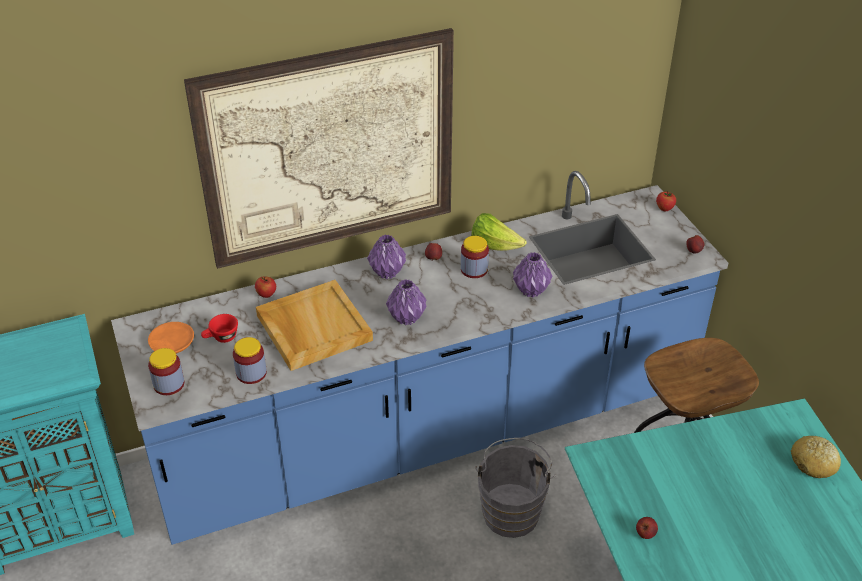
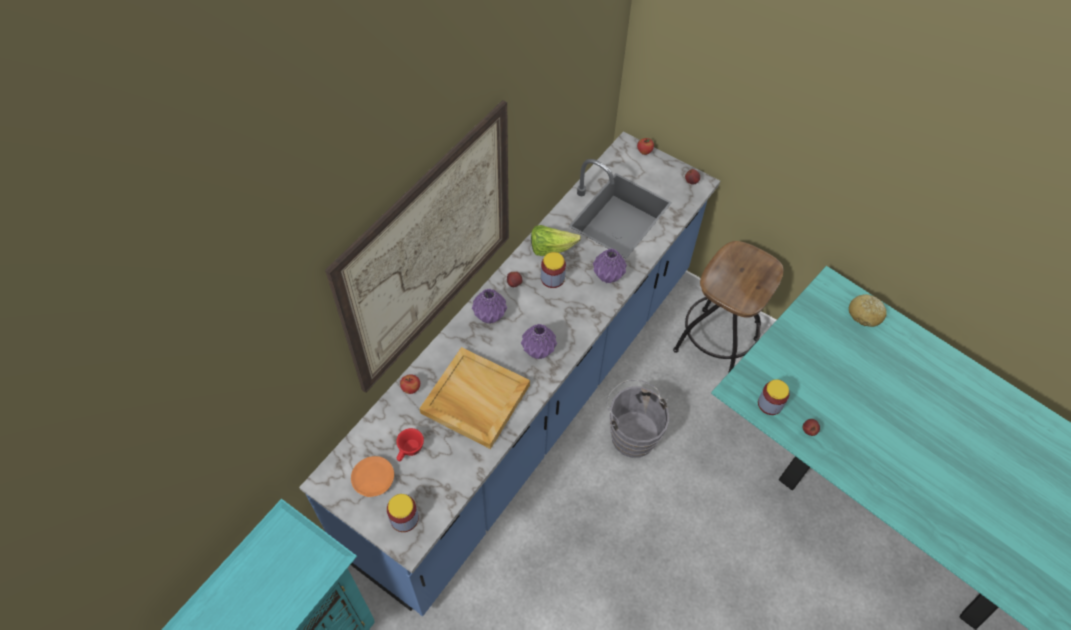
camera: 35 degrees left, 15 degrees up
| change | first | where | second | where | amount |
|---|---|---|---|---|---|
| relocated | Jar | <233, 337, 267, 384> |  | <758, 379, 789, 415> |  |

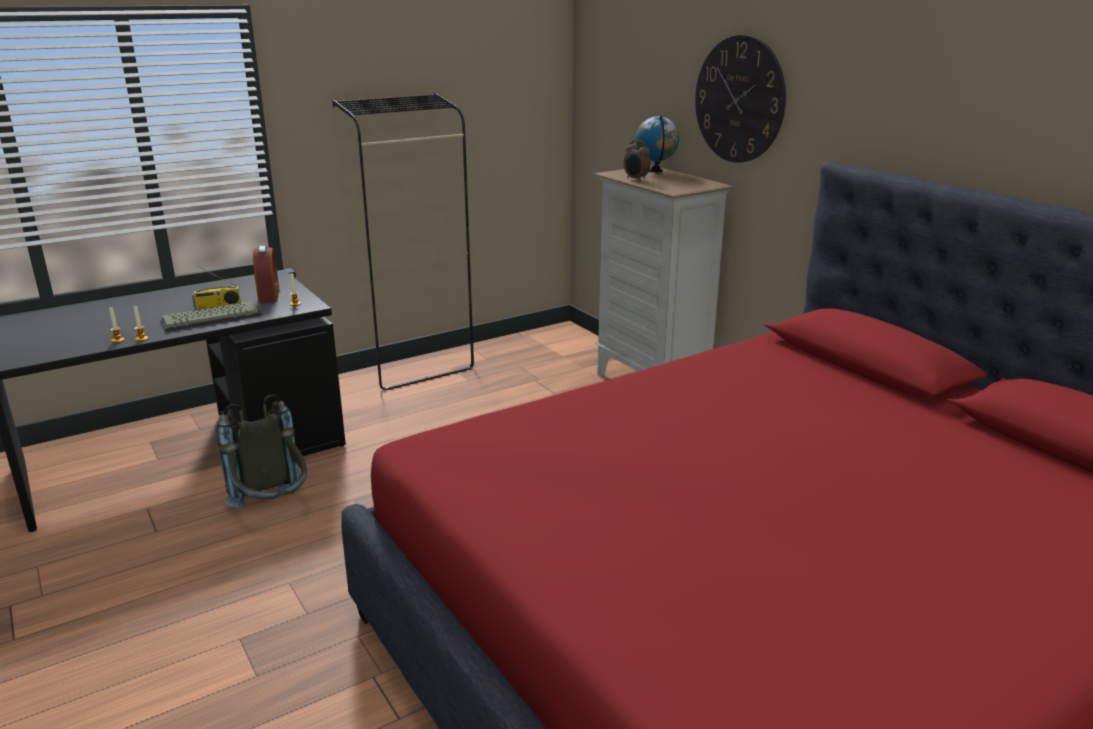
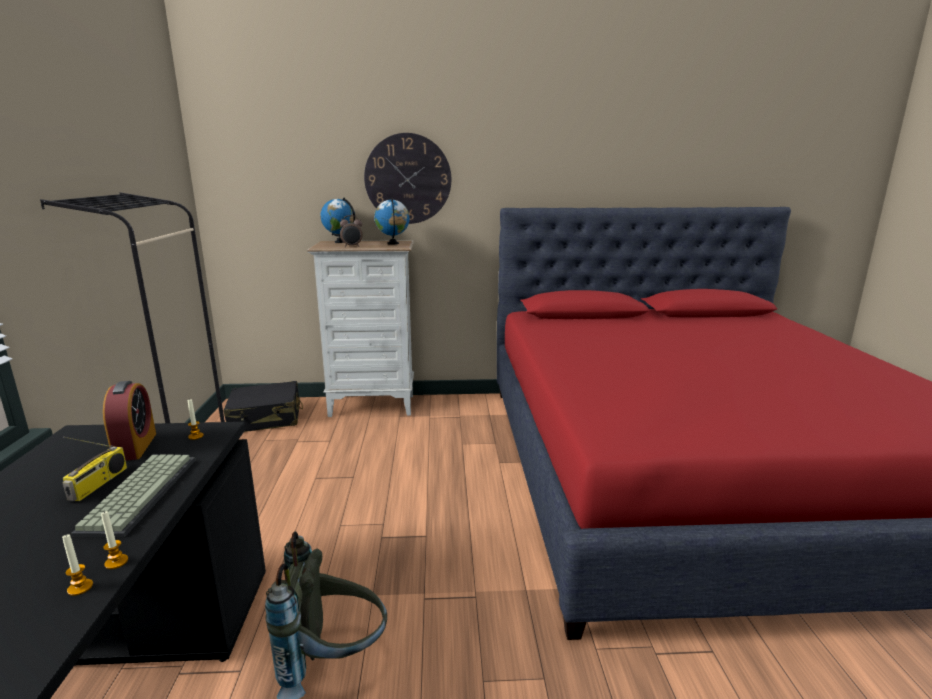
camera: 60 degrees left, 5 degrees down
| change | first | where | second | where | amount |
|---|---|---|---|---|---|
| spun | AlarmClock | <253, 245, 279, 303> |  | <103, 381, 156, 461> | 60 degrees clockwise |
| appeared |  |  | BlackSuitcase | <224, 381, 303, 432> |  |
| appeared |  |  | Globe | <374, 198, 410, 245> |  |

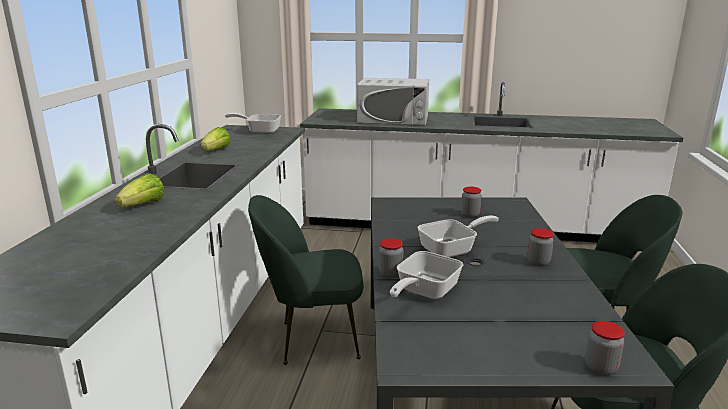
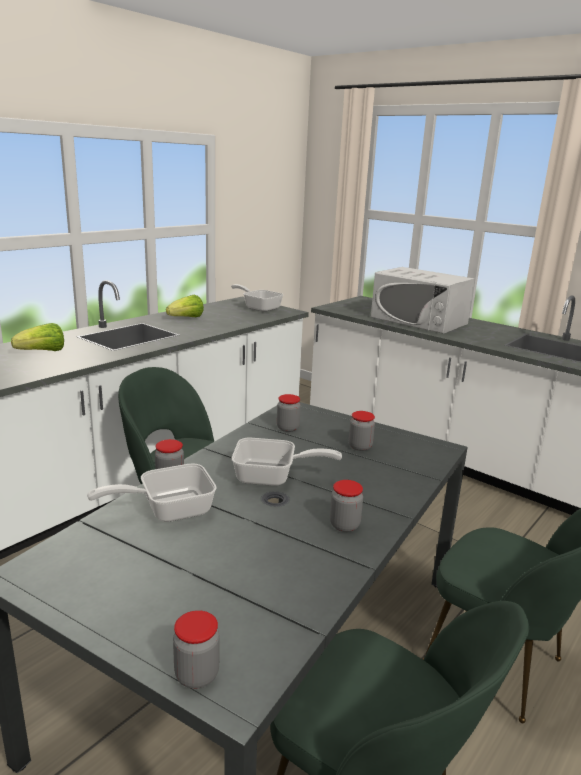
camera: 30 degrees right, 0 degrees up
| change | first | where | second | where | amount |
|---|---|---|---|---|---|
| appeared |  |  | Jar | <277, 394, 301, 432> |  |

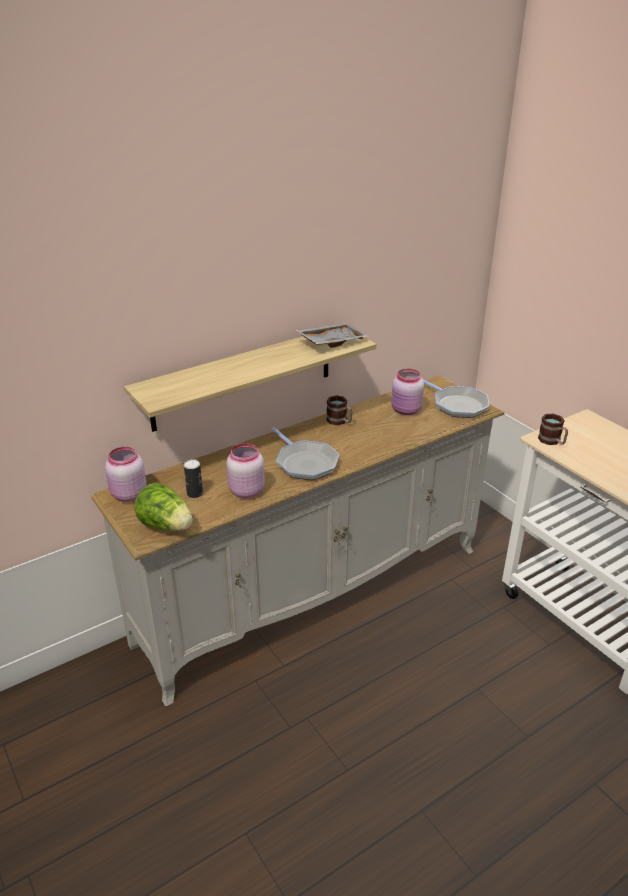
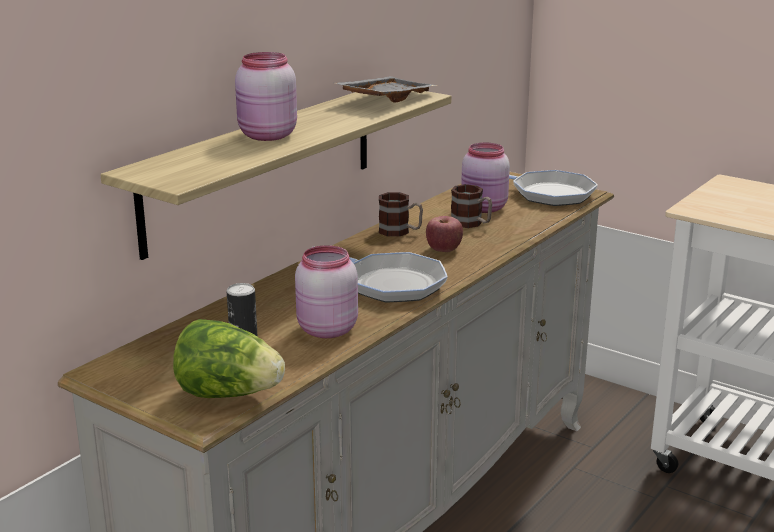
camera: 20 degrees left, 10 degrees down
| change | first | where | second | where | amount |
|---|---|---|---|---|---|
| relocated | PinkJar | <105, 447, 146, 502> |  | <235, 52, 297, 141> |  |
| appeared |  |  | Apple | <426, 216, 463, 252> |  |
| relocated | Mug | <538, 414, 568, 445> |  | <451, 184, 492, 228> |  |

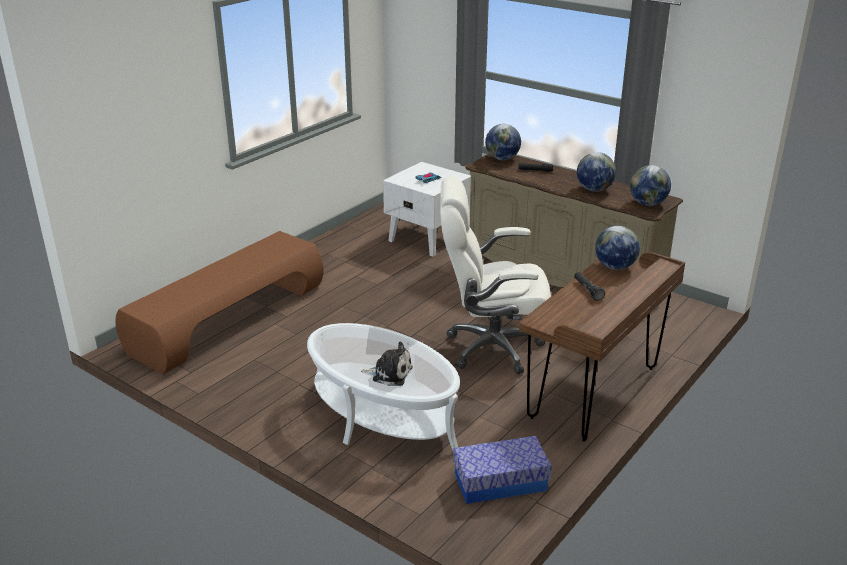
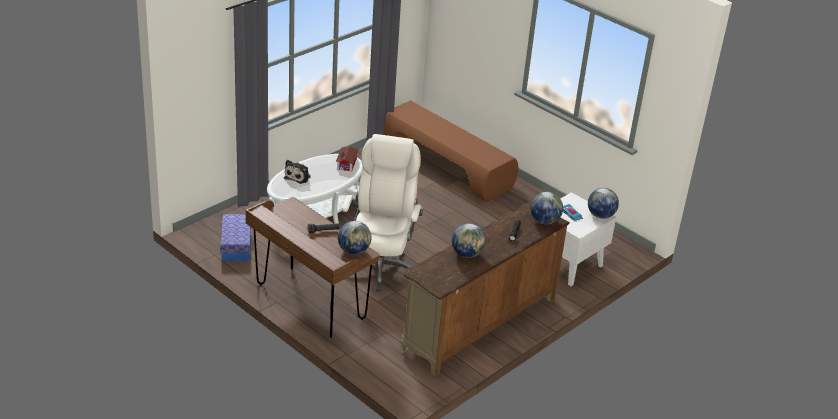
camera: 95 degrees right, 5 degrees up
| change | first | where | second | where | amount |
|---|---|---|---|---|---|
| appeared |  |  | ToyHouse | <336, 146, 359, 171> |  |
| relocated | Globe | <630, 165, 671, 206> |  | <588, 188, 619, 219> |  |

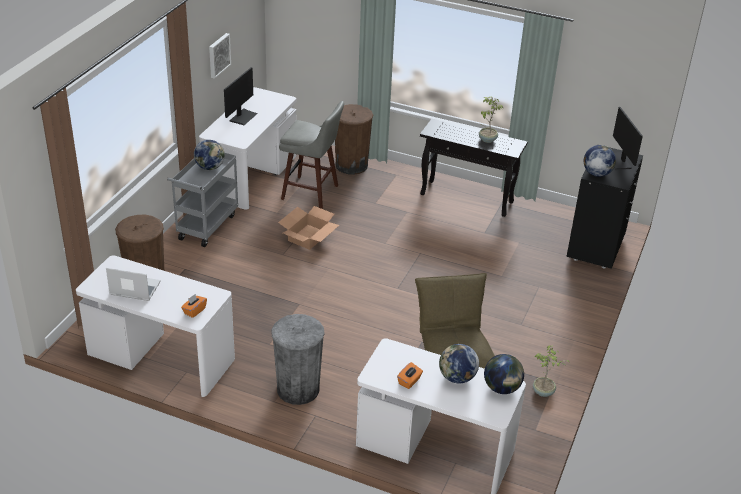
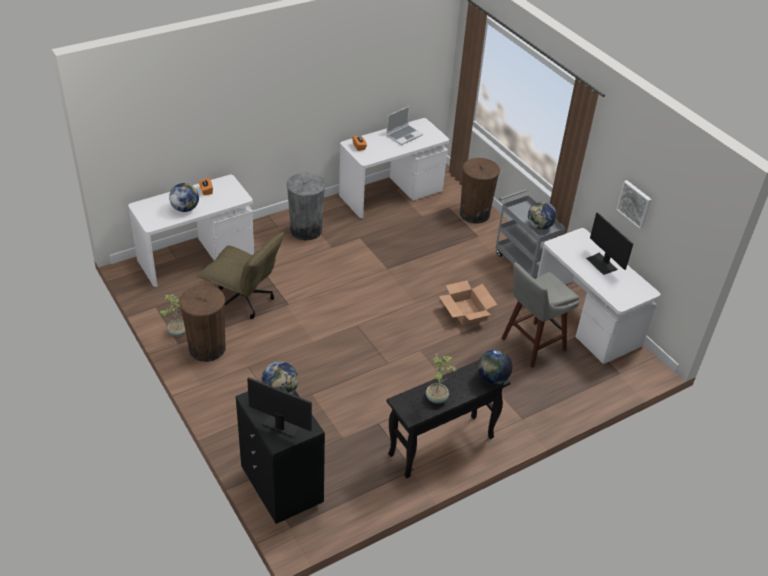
camera: 125 degrees right, 5 degrees up
| change | first | where | second | where | amount |
|---|---|---|---|---|---|
| relocated | BrownTrashCan | <335, 104, 373, 175> |  | <179, 285, 226, 362> |  |
| relocated | Globe | <484, 354, 524, 394> |  | <478, 350, 512, 384> |  |

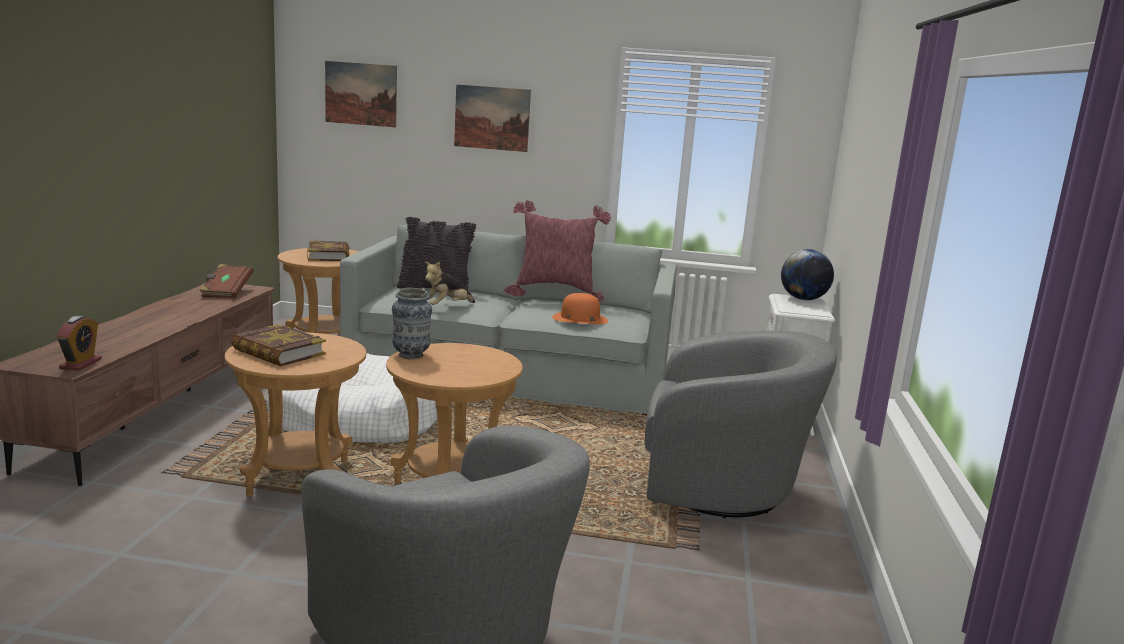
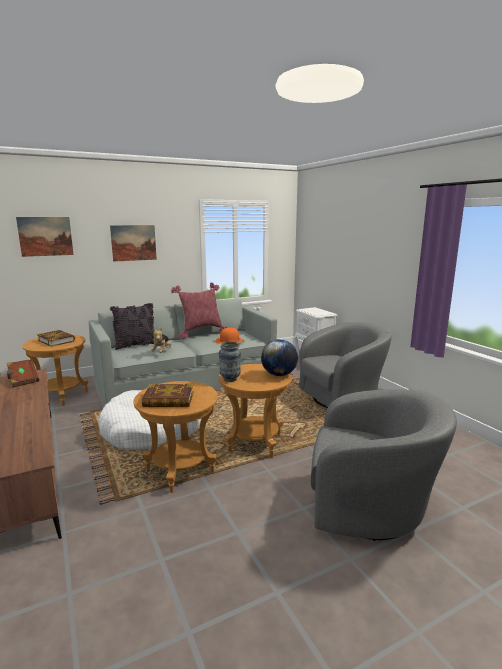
camera: 35 degrees left, 0 degrees up
| change | first | where | second | where | amount |
|---|---|---|---|---|---|
| relocated | Globe | <781, 249, 834, 300> |  | <261, 339, 298, 376> |  |
| missing | AlarmClock | <57, 316, 102, 371> |  |  |  |

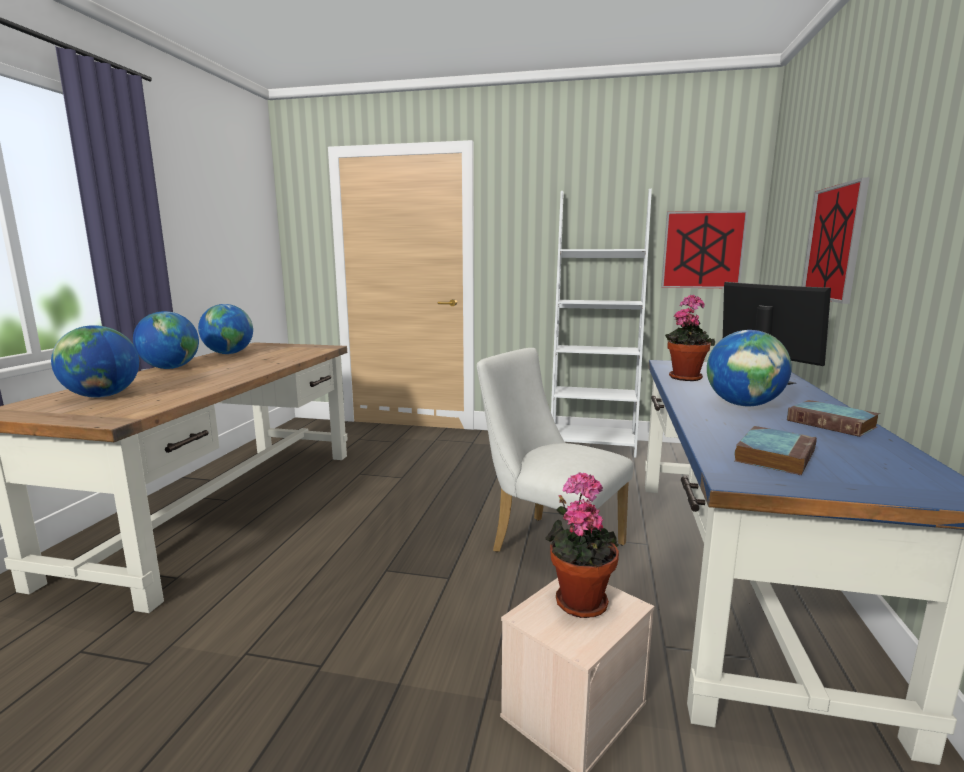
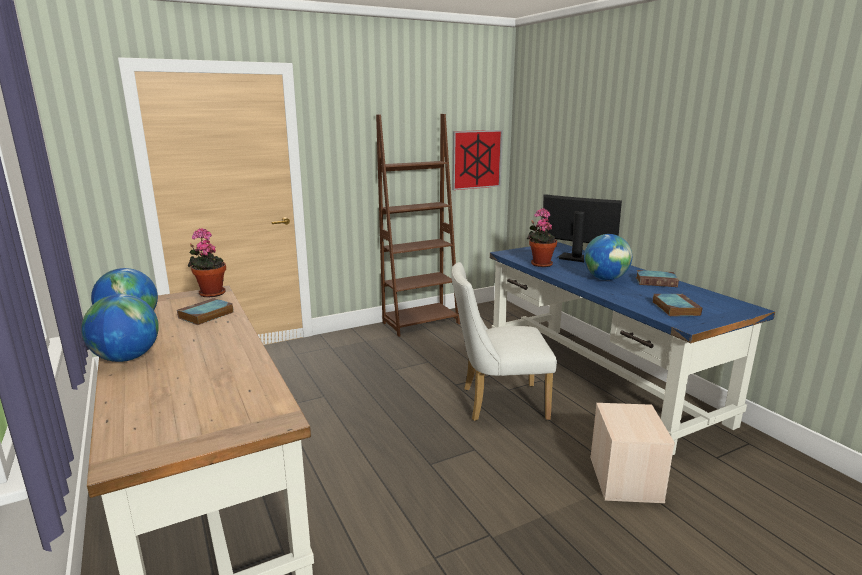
camera: 40 degrees left, 5 degrees up
| change | first | where | second | where | amount |
|---|---|---|---|---|---|
| appeared |  |  | Book | <177, 298, 233, 325> |  |
| relocated | PottedPlant | <545, 472, 619, 618> |  | <188, 228, 226, 297> |  |
| colour | WhiteBookcase | <551, 189, 652, 458> | BrownBookcase | <376, 114, 460, 337> |  |
| missing | Globe | <51, 325, 139, 398> |  |  |  |
| missing | Picture | <802, 177, 870, 304> |  |  |  |

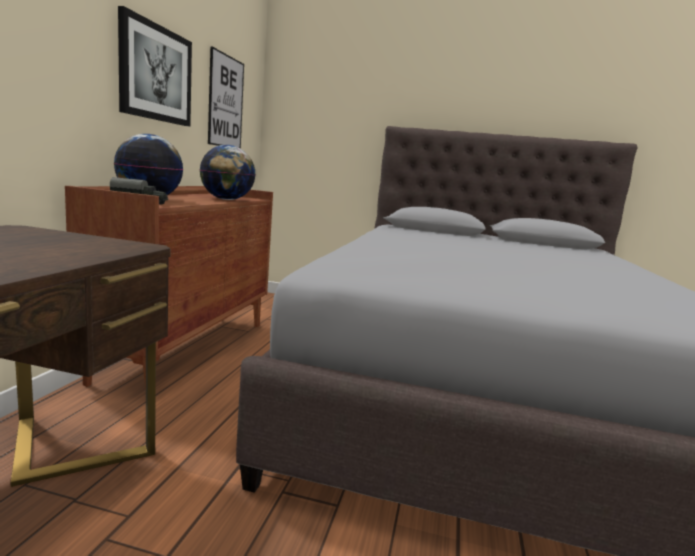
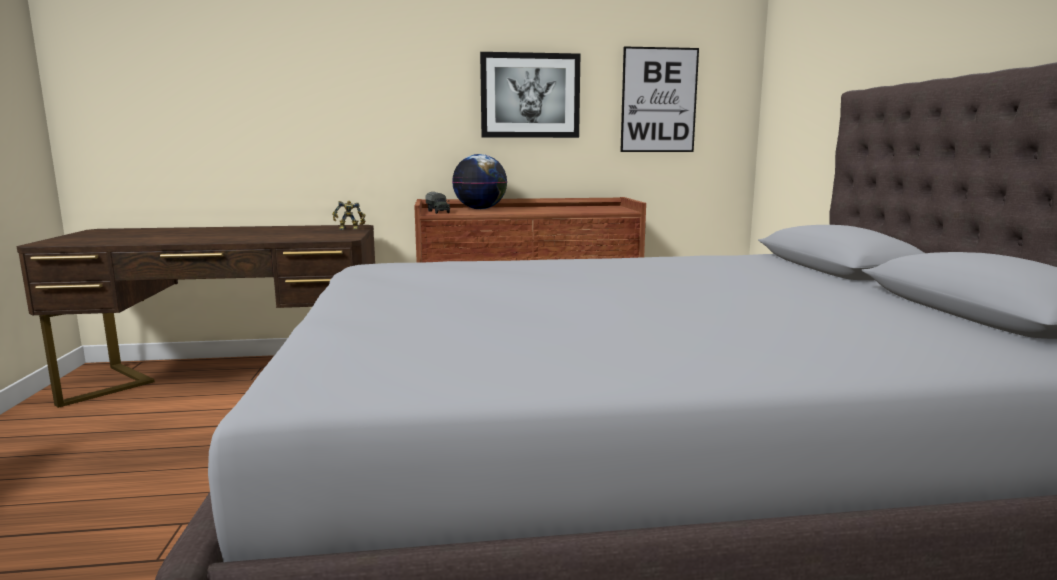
camera: 70 degrees right, 0 degrees up
| change | first | where | second | where | amount |
|---|---|---|---|---|---|
| appeared |  |  | ToyRobot | <332, 201, 365, 230> |  |
| missing | Globe | <200, 145, 255, 200> |  |  |  |

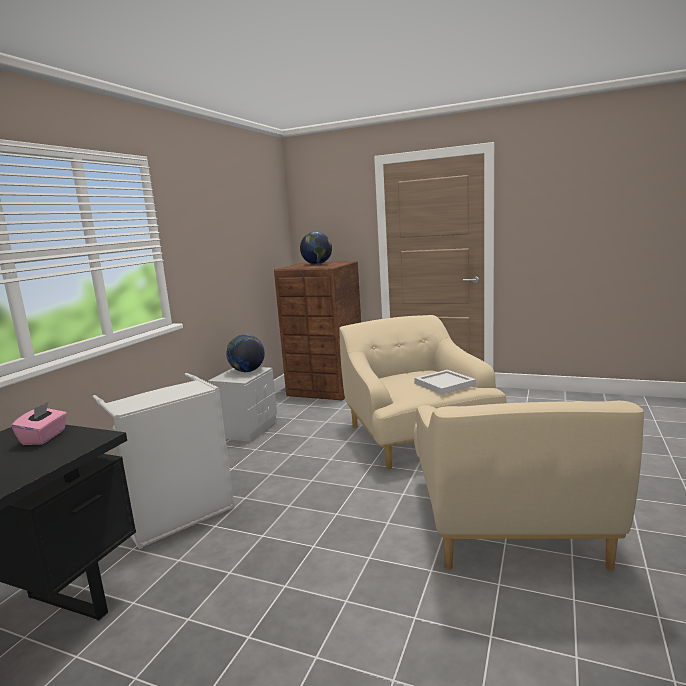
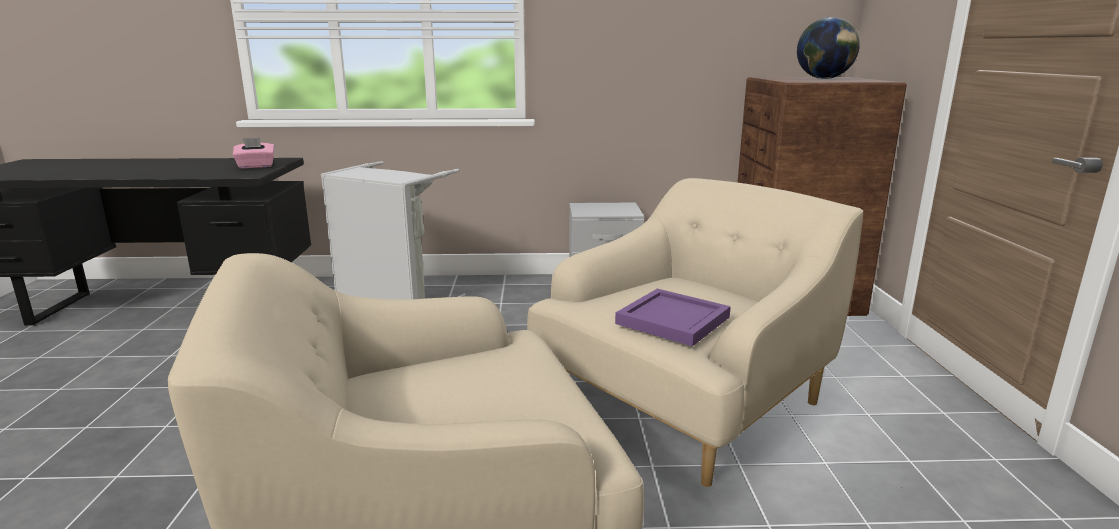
camera: 65 degrees right, 5 degrees up
| change | first | where | second | where | amount |
|---|---|---|---|---|---|
| colour | WhiteTray | <414, 370, 476, 395> | PurpleTray | <615, 289, 731, 346> |  |
| missing | Globe | <226, 334, 265, 372> |  |  |  |

